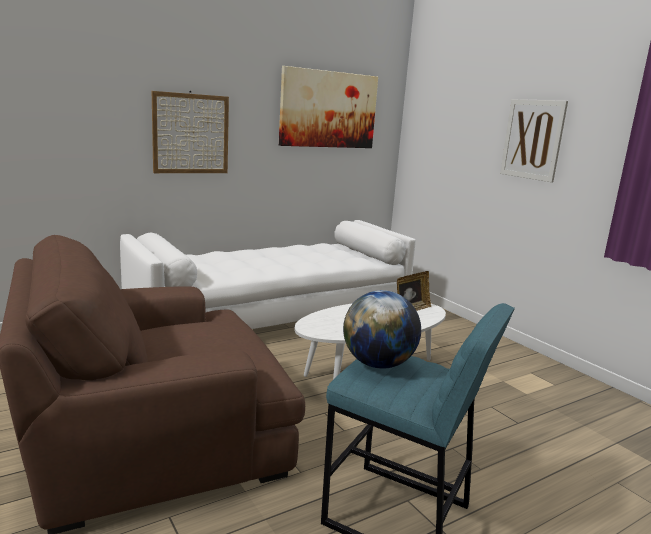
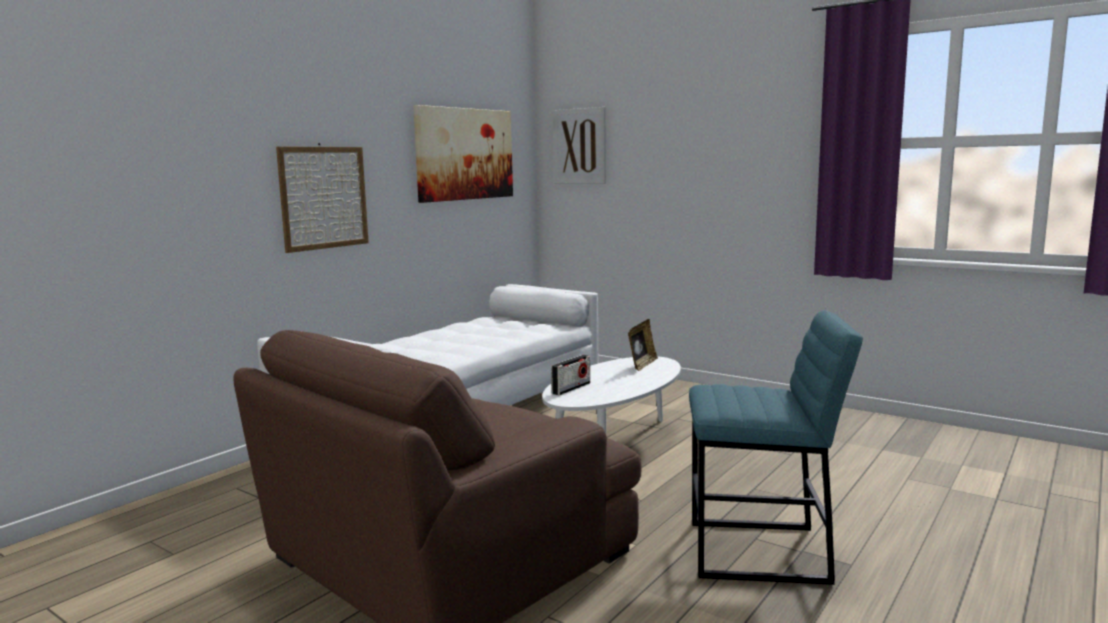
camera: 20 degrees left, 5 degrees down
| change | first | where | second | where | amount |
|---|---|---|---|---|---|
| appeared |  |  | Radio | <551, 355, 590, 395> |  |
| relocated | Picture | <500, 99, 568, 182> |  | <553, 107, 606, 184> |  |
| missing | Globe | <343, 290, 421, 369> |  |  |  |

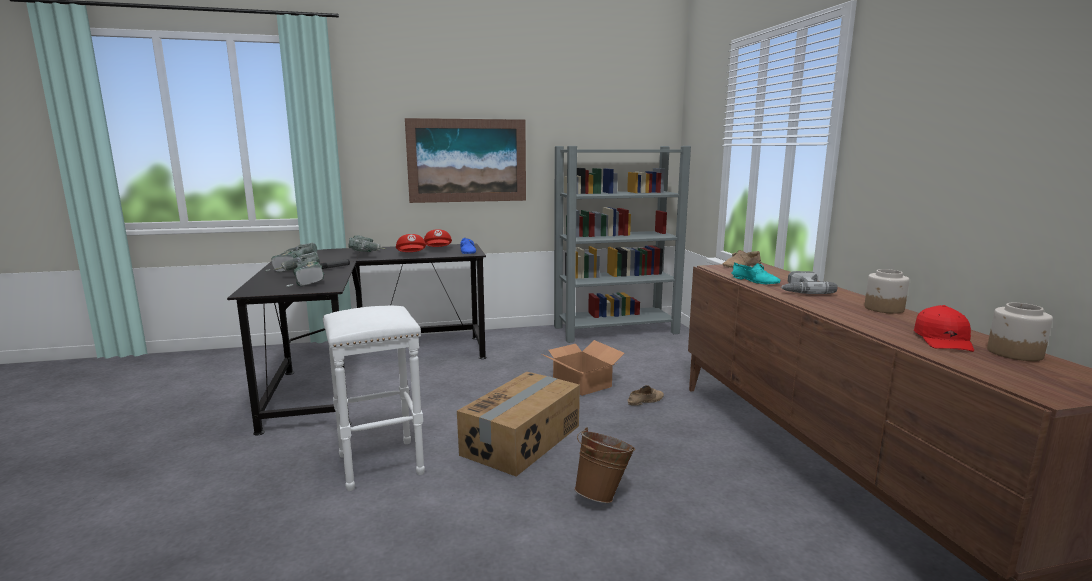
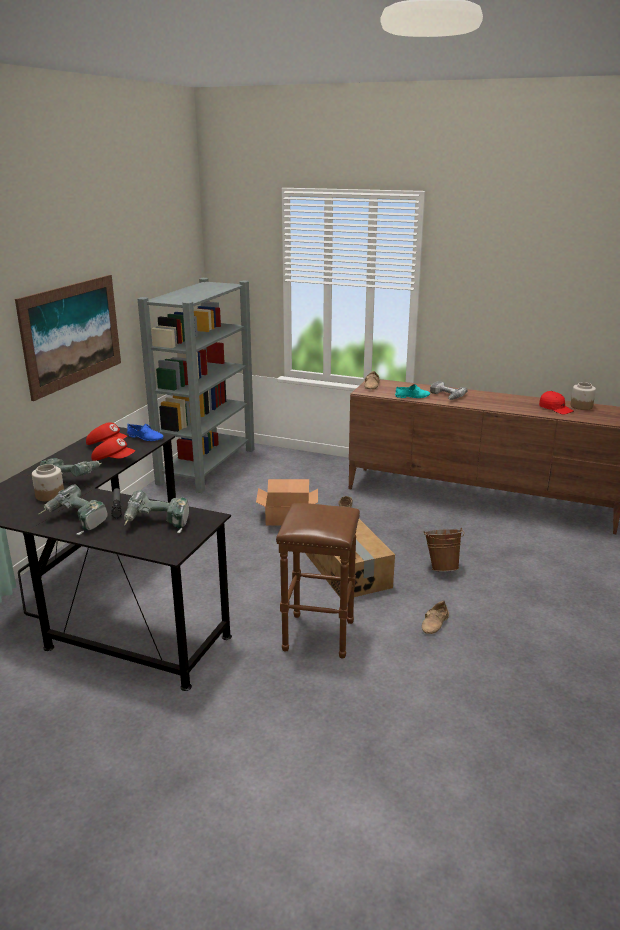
camera: 55 degrees left, 10 degrees up
| change | first | where | second | where | amount |
|---|---|---|---|---|---|
| relocated | Jar | <864, 269, 909, 314> |  | <32, 464, 64, 501> |  |
| colour | WhiteStool | <323, 306, 425, 491> | BrownStool | <276, 503, 360, 658> |  |
| appeared |  |  | BeigeShoe | <422, 601, 449, 634> |  |

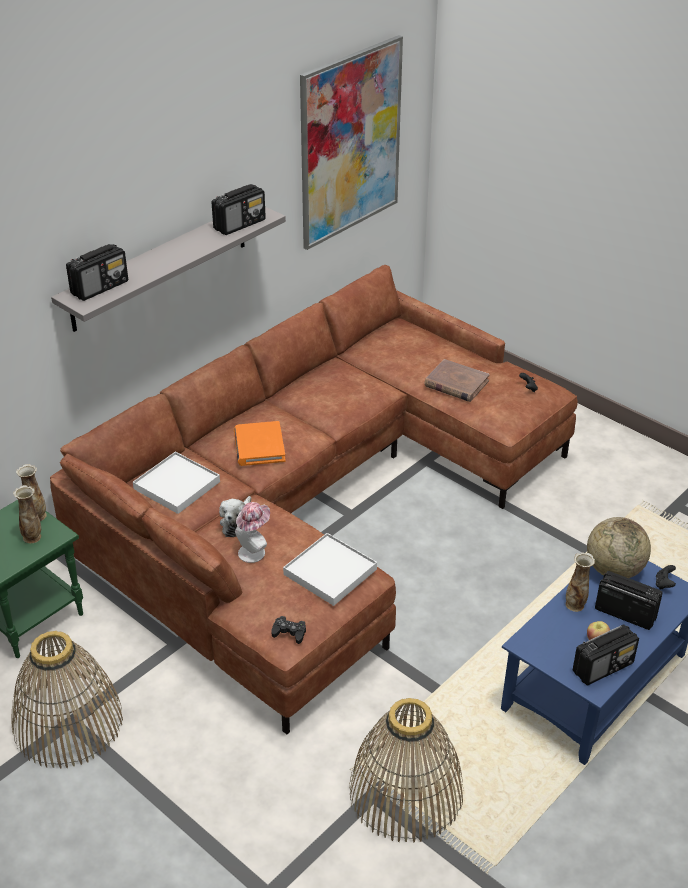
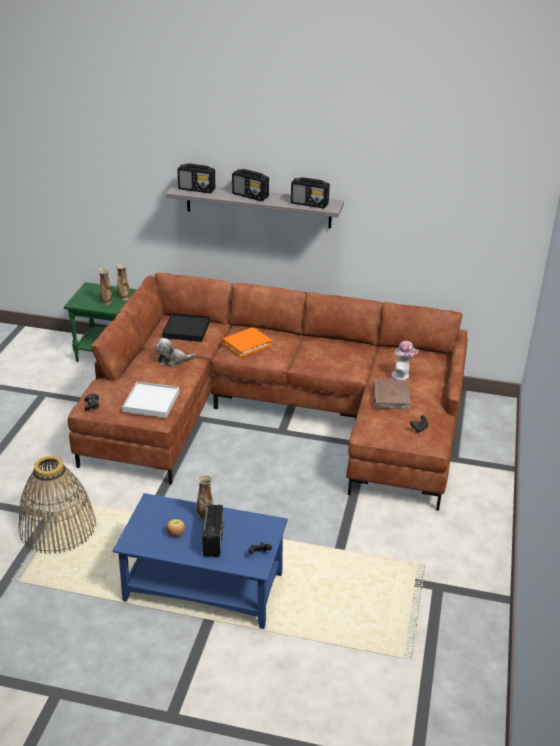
camera: 60 degrees right, 5 degrees down
| change | first | where | second | where | amount |
|---|---|---|---|---|---|
| colour | WhiteTray | <133, 452, 220, 514> | BlackTray | <162, 313, 210, 342> |  |
| relocated | Radio | <573, 624, 639, 686> |  | <232, 169, 269, 201> |  |
| relocated | Hat | <235, 502, 270, 563> |  | <391, 341, 419, 380> |  |
| missing | Basket | <11, 631, 123, 769> |  |  |  |
| missing | Picture | <300, 35, 403, 250> |  |  |  |
| missing | Globe | <587, 517, 651, 578> |  |  |  |

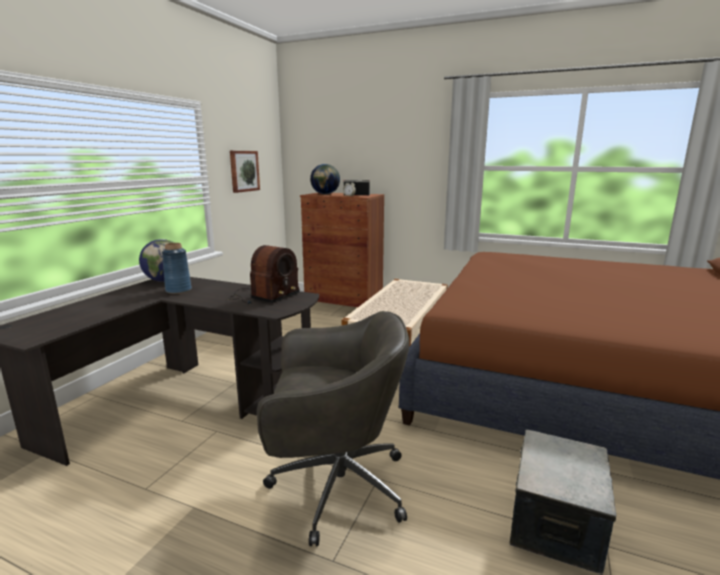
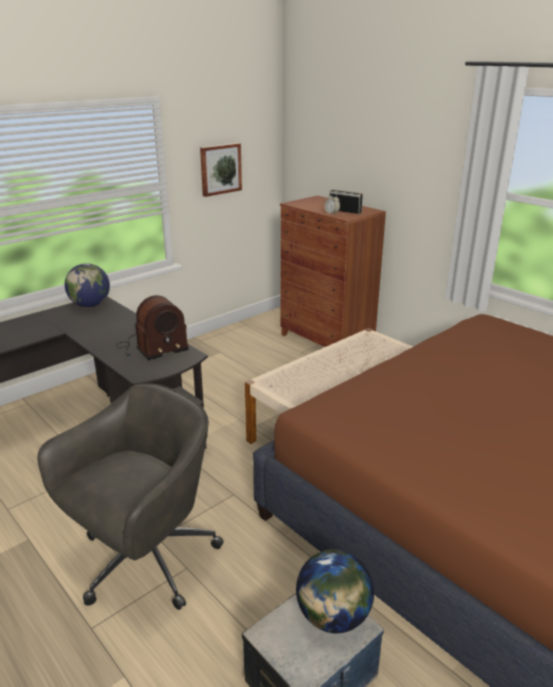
camera: 25 degrees right, 10 degrees up
| change | first | where | second | where | amount |
|---|---|---|---|---|---|
| spun | GreyOfficeChair | <257, 311, 409, 546> |  | <38, 383, 224, 610> | 75 degrees counterclockwise |
| relocated | Globe | <310, 164, 340, 194> |  | <296, 549, 374, 633> |  |
| missing | BlueVase | <162, 243, 192, 294> |  |  |  |

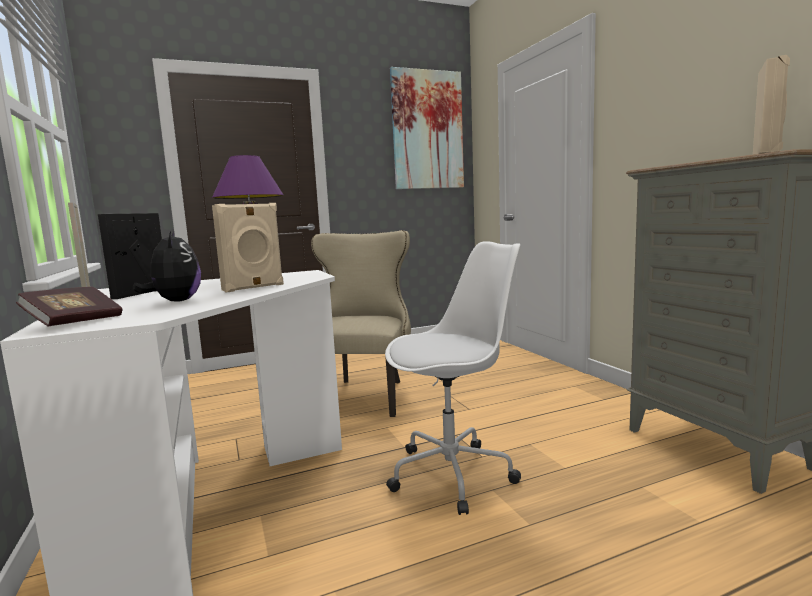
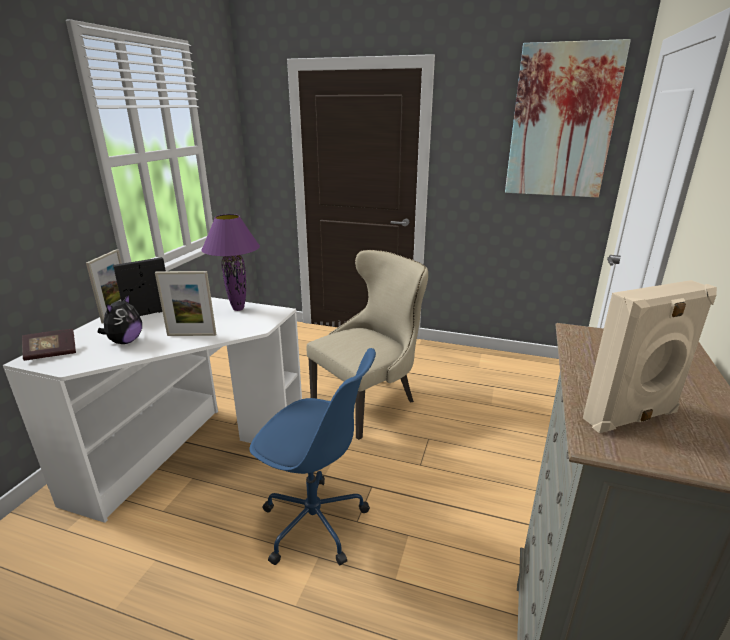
camera: 40 degrees right, 15 degrees up
| change | first | where | second | where | amount |
|---|---|---|---|---|---|
| exchanged | BeigeSpeaker | <212, 203, 284, 293> | PictureFrame | <155, 271, 216, 336> |  |
| colour | WhiteOfficeChair | <385, 241, 521, 515> | BlueOfficeChair | <249, 348, 376, 565> |  |

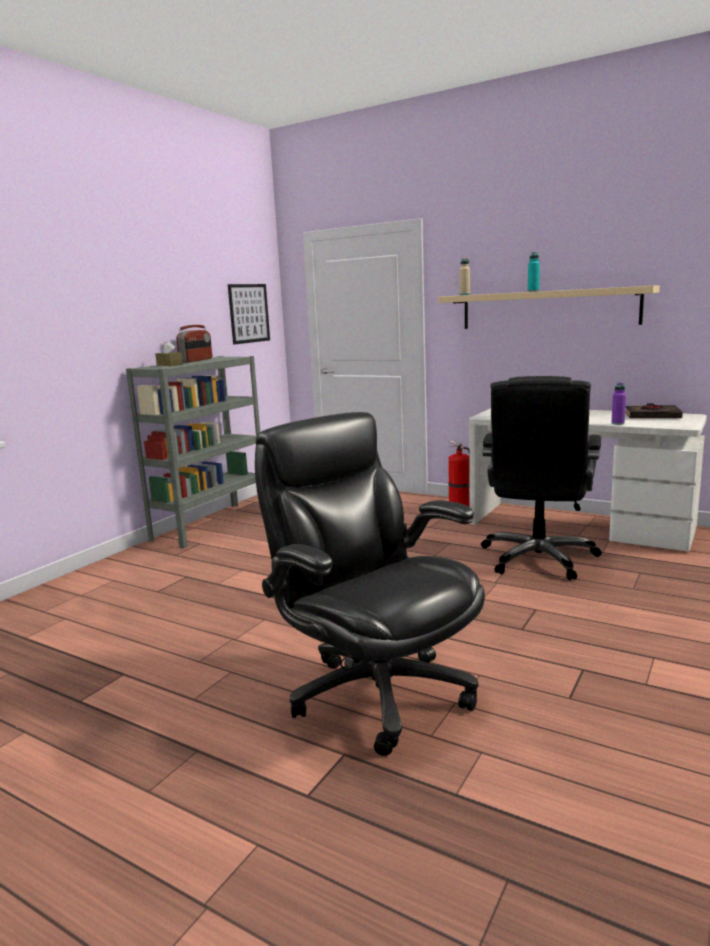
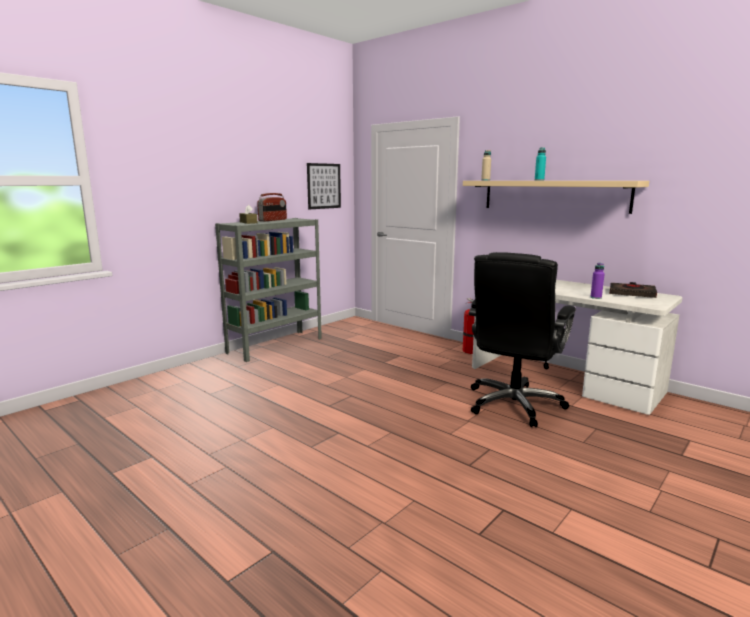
camera: 10 degrees right, 0 degrees up
| change | first | where | second | where | amount |
|---|---|---|---|---|---|
| missing | BlackOfficeChair | <255, 412, 485, 756> |  |  |  |

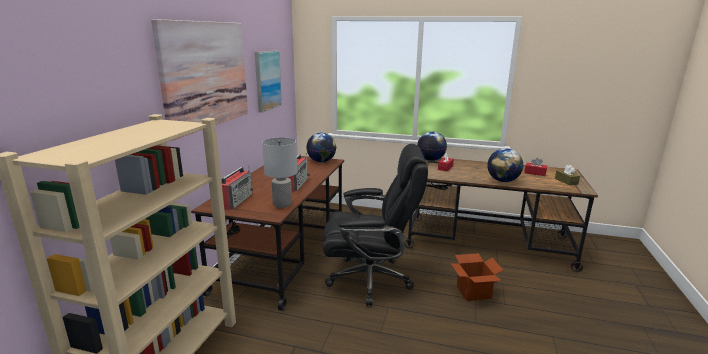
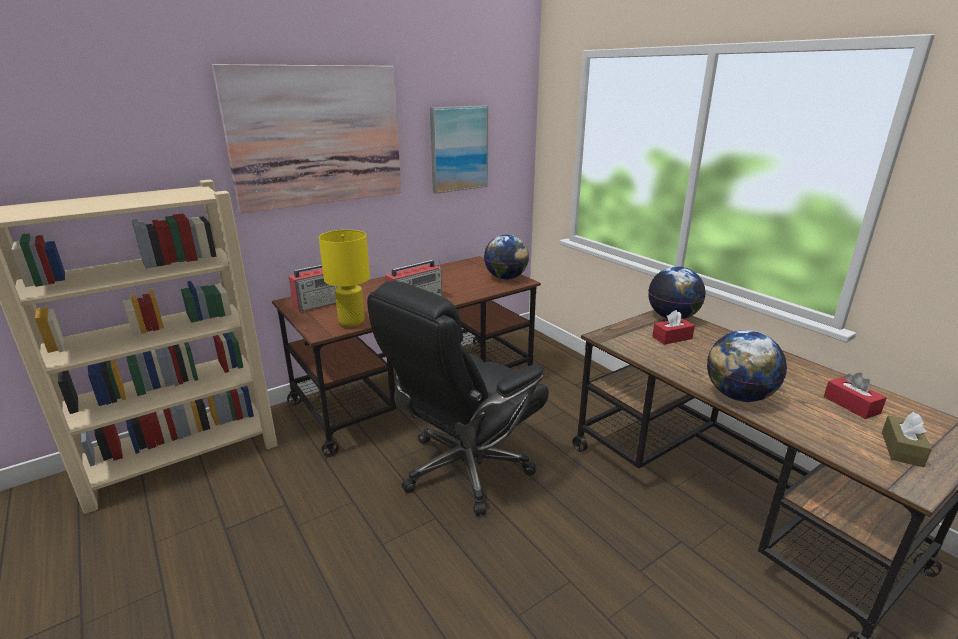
camera: 40 degrees right, 5 degrees up
| change | first | where | second | where | amount |
|---|---|---|---|---|---|
| colour | GreyTableLamp | <262, 137, 297, 208> | YellowTableLamp | <319, 230, 370, 327> |  |
| spun | BlackOfficeChair | <323, 144, 428, 306> |  | <367, 281, 549, 516> | 90 degrees clockwise |
| missing | CardboardBox | <450, 253, 503, 301> |  |  |  |

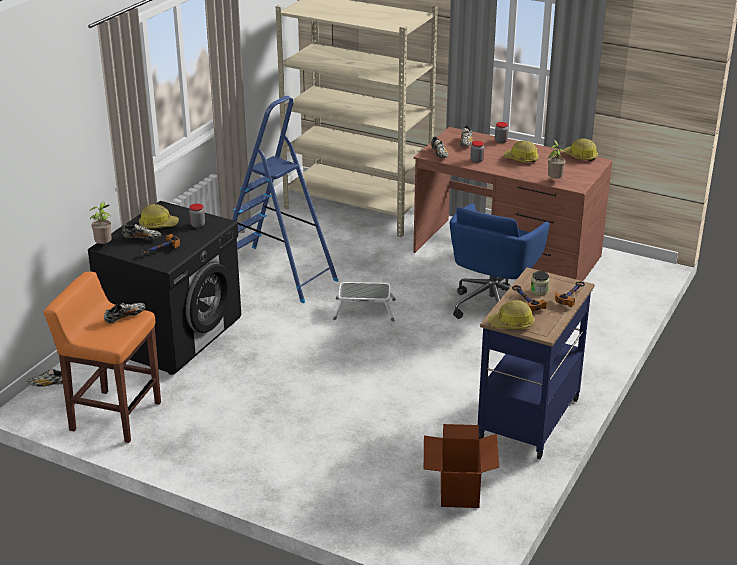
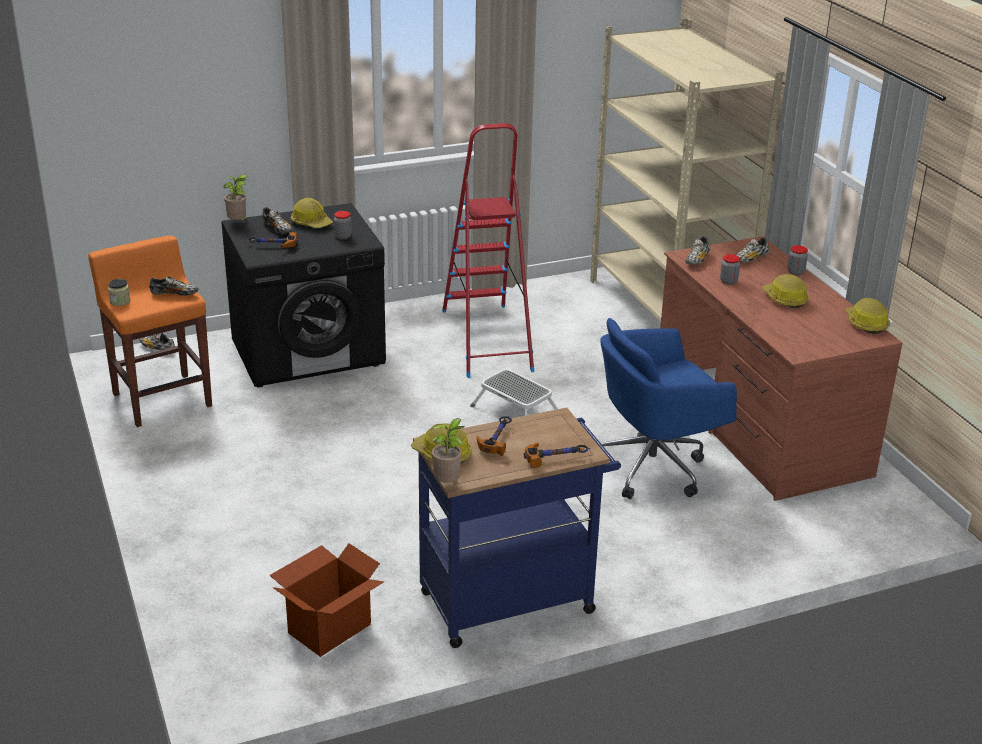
camera: 40 degrees right, 0 degrees up
| change | first | where | second | where | amount |
|---|---|---|---|---|---|
| relocated | Jar | <530, 271, 550, 296> |  | <108, 279, 130, 306> |  |
| relocated | PottedPlant | <548, 141, 566, 179> |  | <431, 418, 465, 483> |  |
| colour | BlueStepLadder | <232, 96, 338, 303> | RedStepLadder | <442, 123, 534, 378> |  |

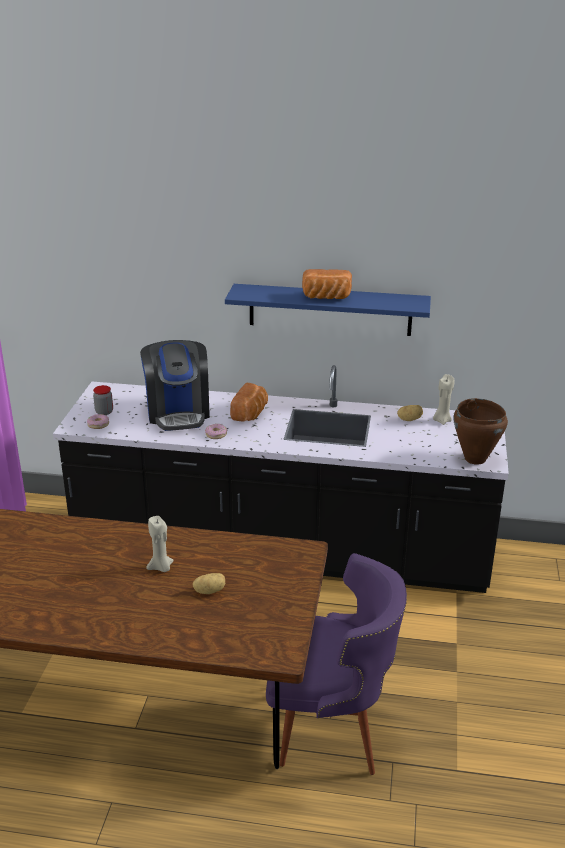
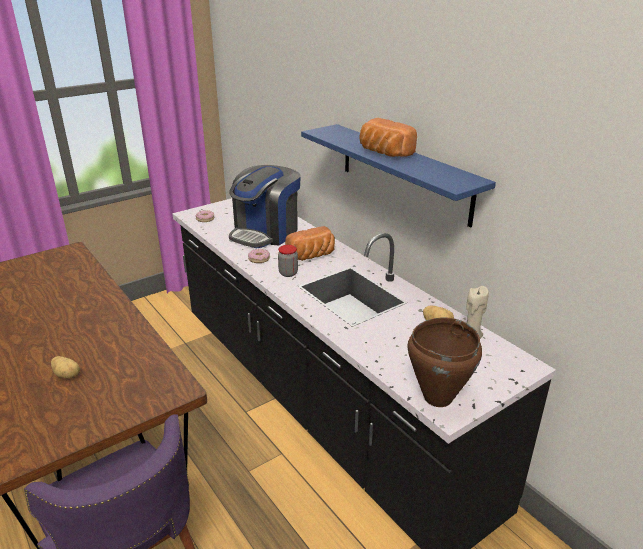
camera: 45 degrees right, 0 degrees up
| change | first | where | second | where | amount |
|---|---|---|---|---|---|
| relocated | Jar | <93, 385, 113, 415> |  | <278, 245, 298, 277> |  |
| missing | BeigeCandle | <147, 516, 174, 572> |  |  |  |

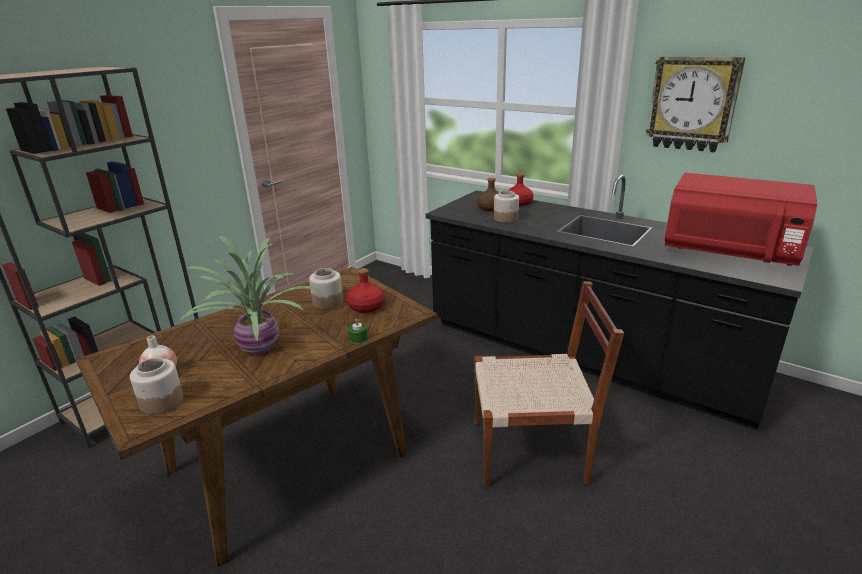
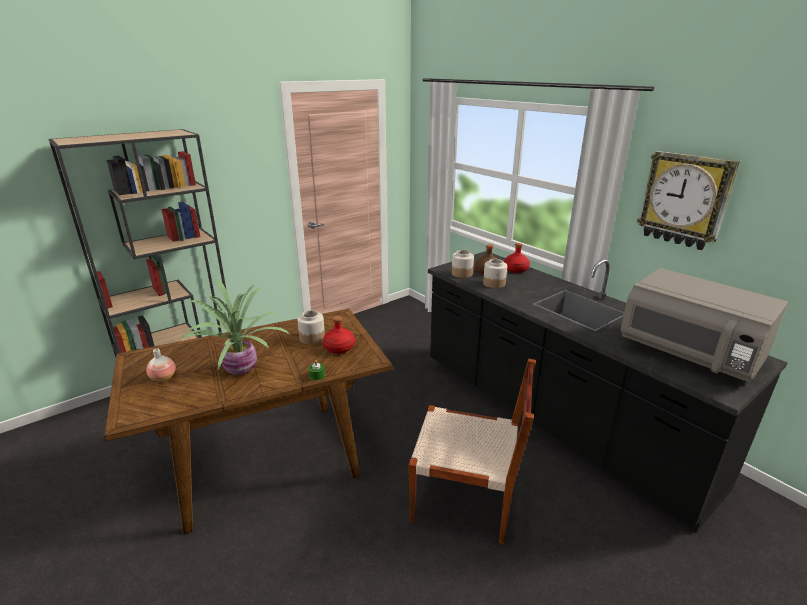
camera: 15 degrees right, 0 degrees up
| change | first | where | second | where | amount |
|---|---|---|---|---|---|
| relocated | Jar | <130, 358, 183, 415> |  | <452, 250, 474, 278> |  |
| colour | RedMicrowave | <665, 173, 817, 266> | GreyMicrowave | <621, 268, 788, 382> |  |

